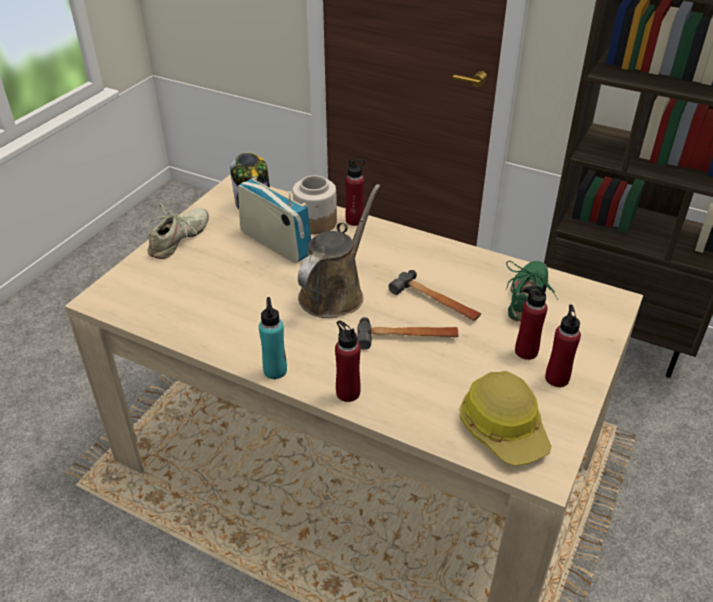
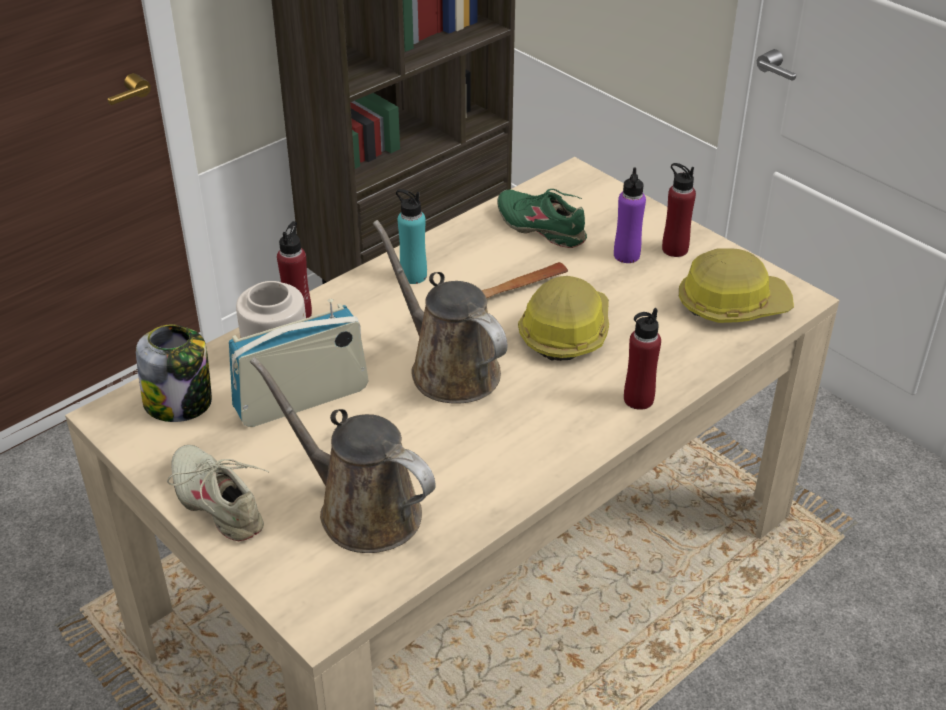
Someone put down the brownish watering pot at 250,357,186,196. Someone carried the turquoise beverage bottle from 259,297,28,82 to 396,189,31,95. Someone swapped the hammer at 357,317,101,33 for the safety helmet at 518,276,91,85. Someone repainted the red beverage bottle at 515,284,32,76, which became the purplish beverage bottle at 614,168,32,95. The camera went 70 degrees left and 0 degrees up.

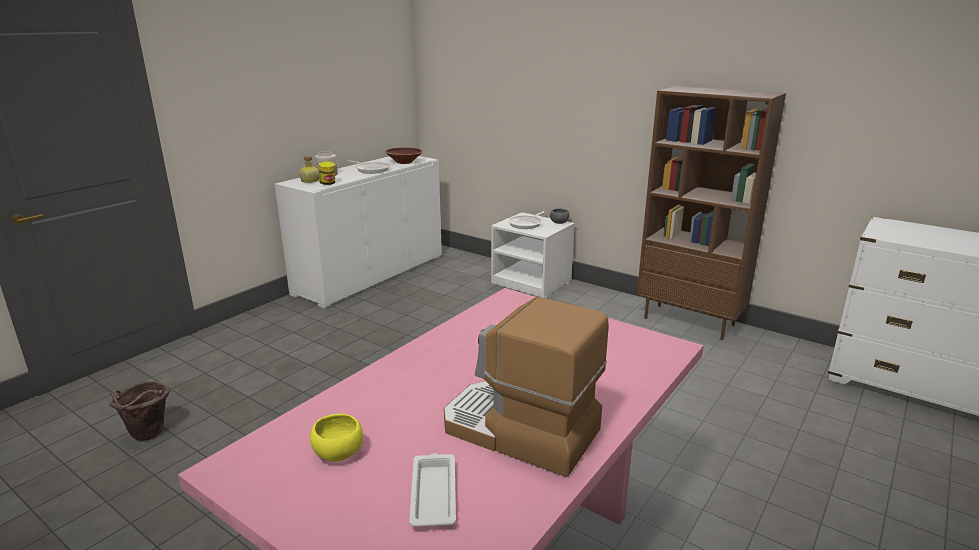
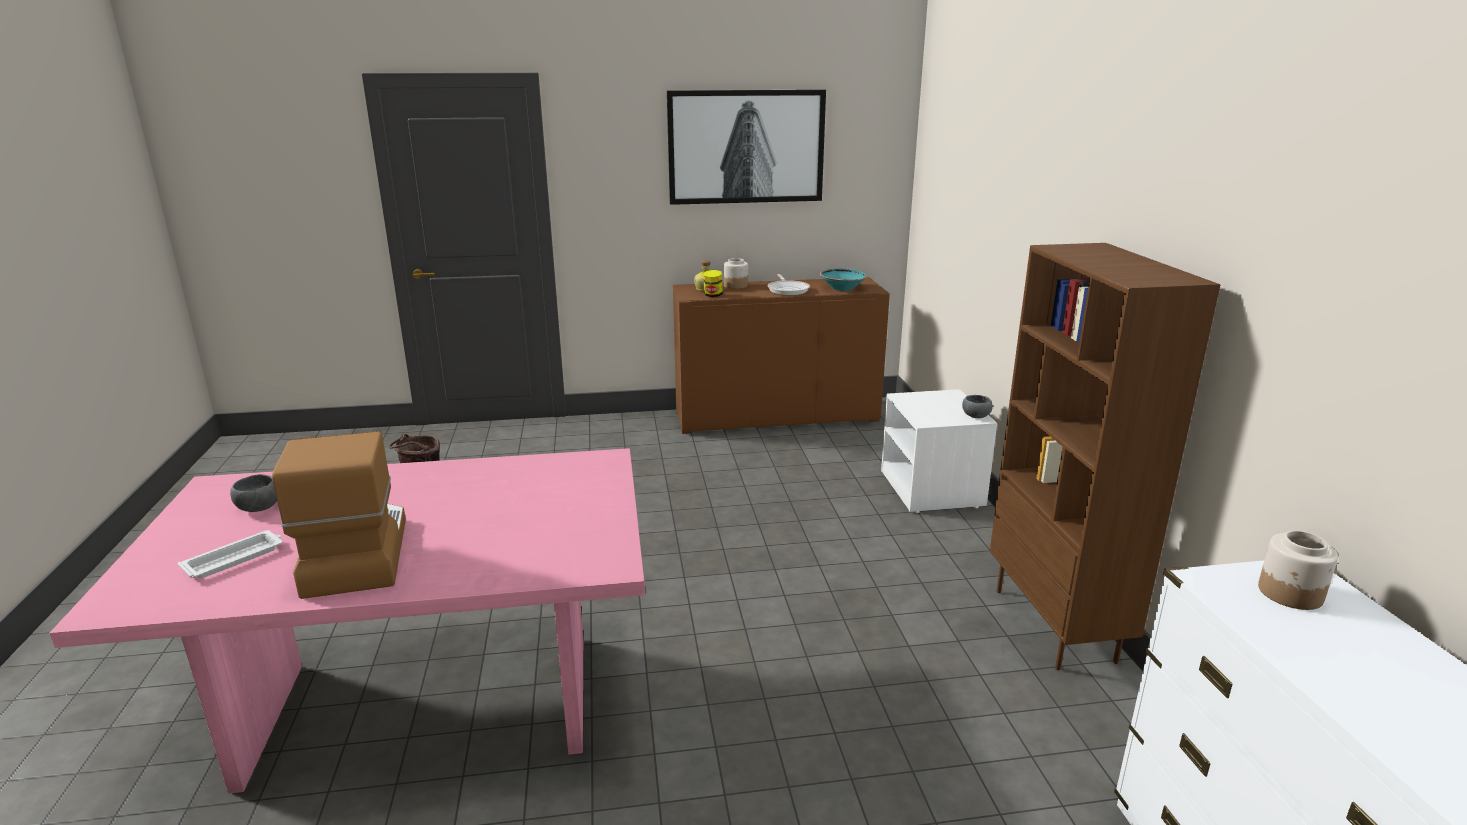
Someone repainted the yellow deep dish at 310,413,53,48, which became the greyish deep dish at 230,474,47,38. Someone put up the wall art at 667,90,159,115. Someone repainted the whitish cabinet at 274,156,168,152, which became the brownish cabinet at 673,277,217,157. Someone repainted the brownish deep dish at 385,148,38,16, which became the turquoise deep dish at 819,268,49,23. Someone put down the jar at 1258,530,80,80. Someone took away the frying pan at 508,211,38,18. The camera went 45 degrees right and 0 degrees up.

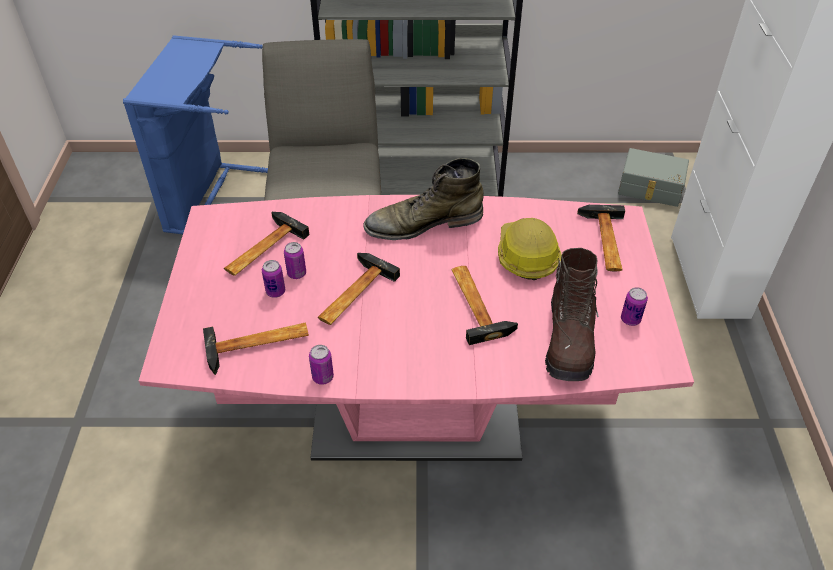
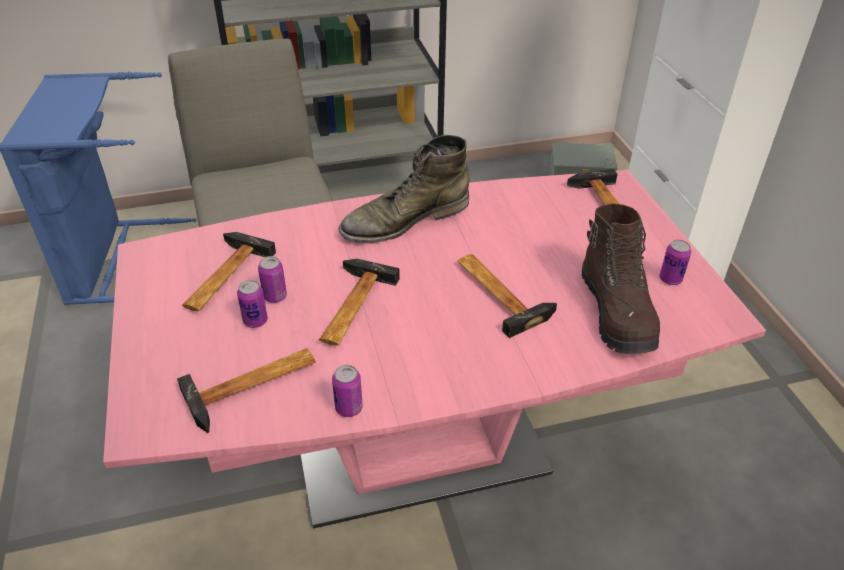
Someone took away the safety helmet at 498,218,64,62. The camera went 15 degrees left and 5 degrees down.

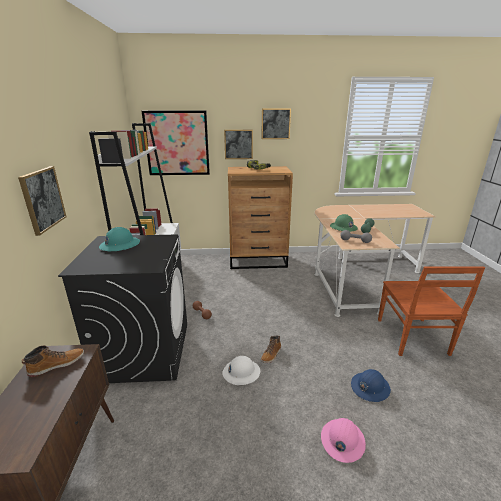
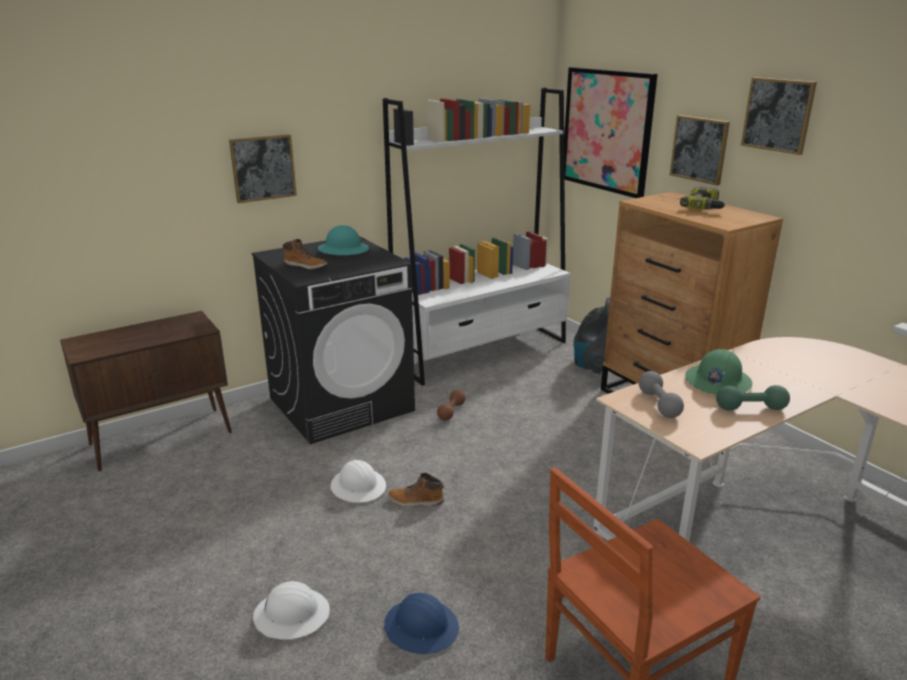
Someone repainted the pink-coloured safety helmet at 321,418,45,45, which became the whitish safety helmet at 253,581,77,59. Someone carried the high-top boot from 22,345,62,32 to 283,239,44,30. Someone put down the hoover at 574,297,36,77. The camera went 60 degrees right and 0 degrees up.

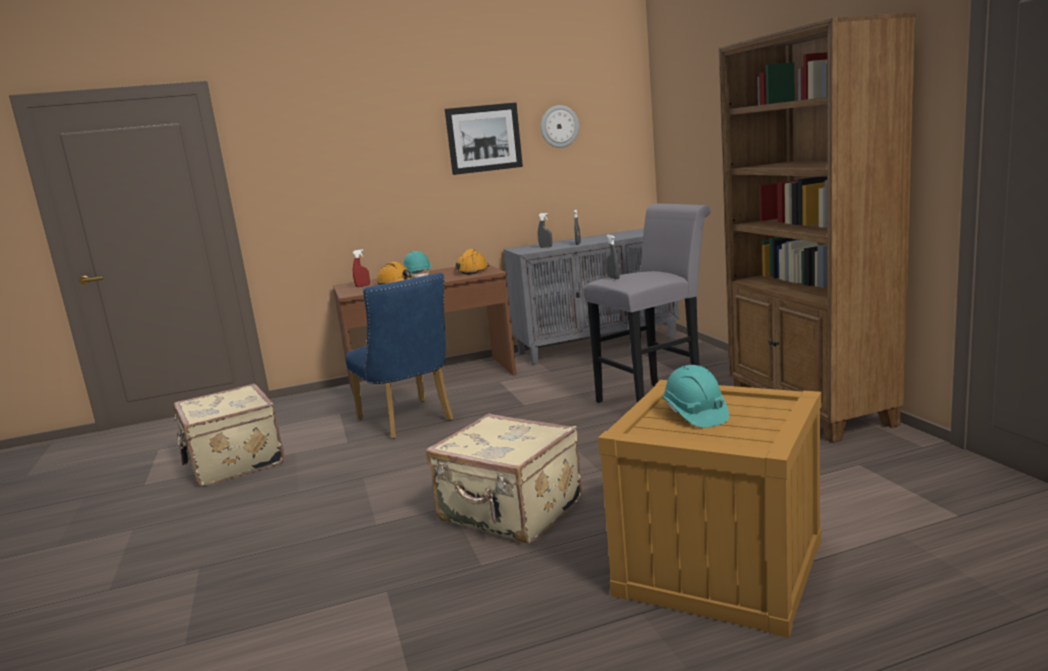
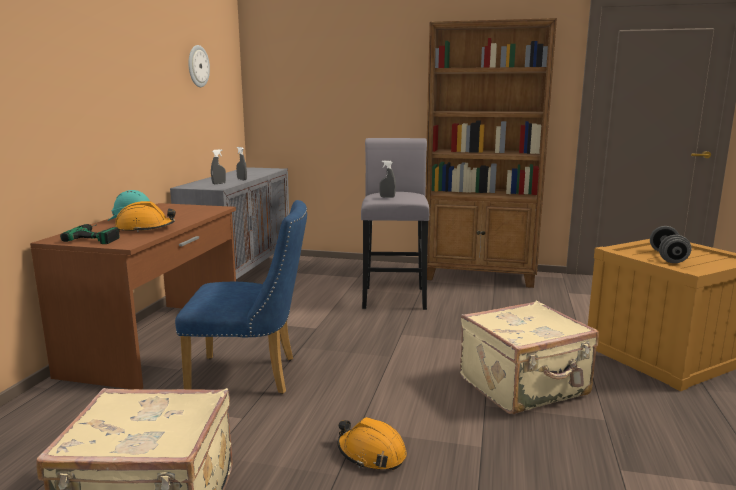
Someone swapped the red hand sprayer at 352,249,18,38 for the power drill at 60,224,59,20. Someone carried the orange safety helmet from 455,249,34,26 to 338,417,69,53. Someone swapped the turquoise safety helmet at 662,365,67,63 for the greyish hand weight at 650,226,42,37. Someone took away the wall art at 445,102,78,73. The camera went 60 degrees left and 0 degrees up.

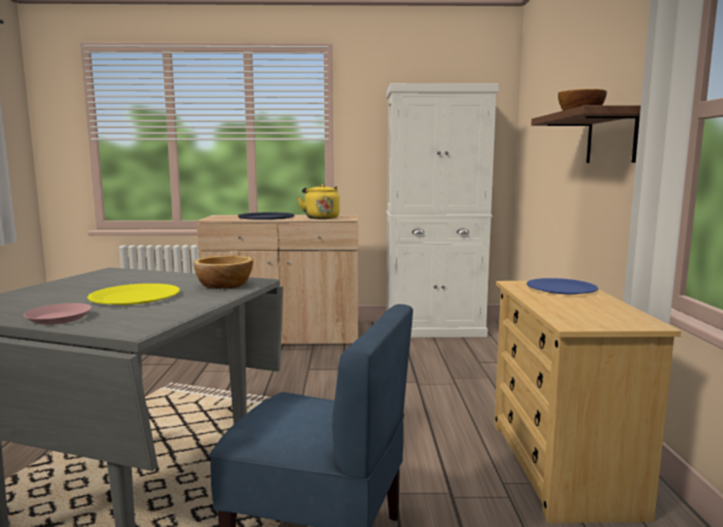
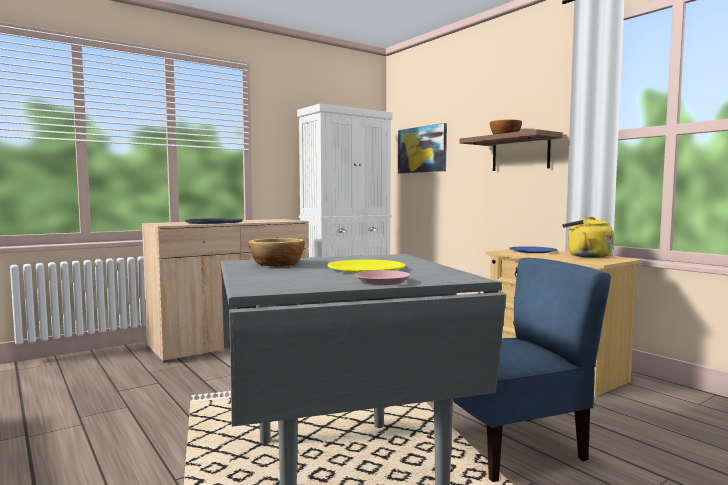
Someone carried the deep dish from 193,255,60,34 to 249,238,56,28. Someone put up the wall art at 398,123,49,51. Someone carried the yellow water kettle from 298,184,42,35 to 562,216,51,42. The camera went 35 degrees left and 5 degrees down.

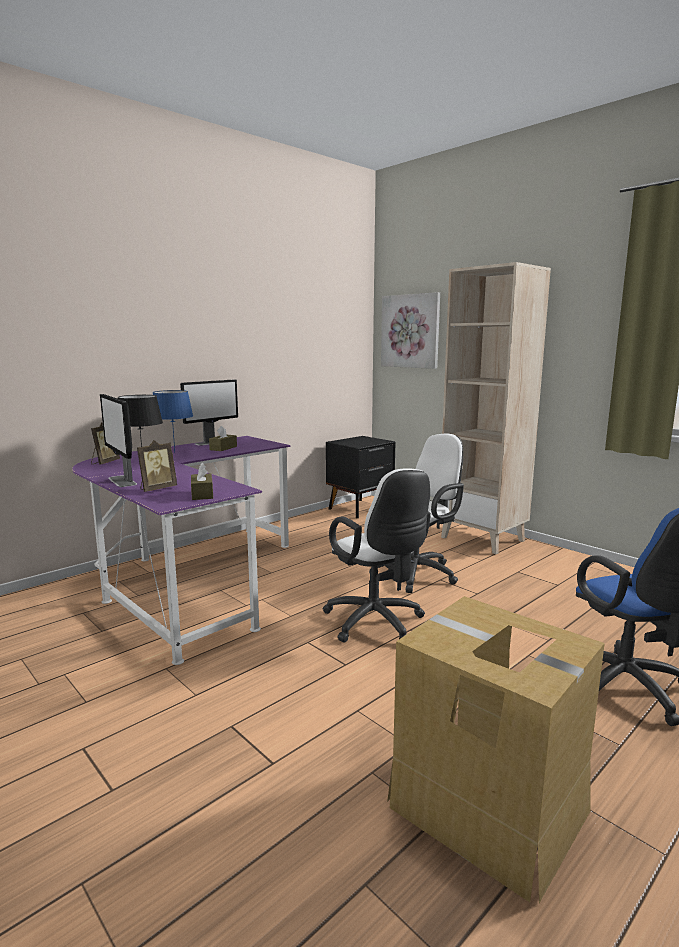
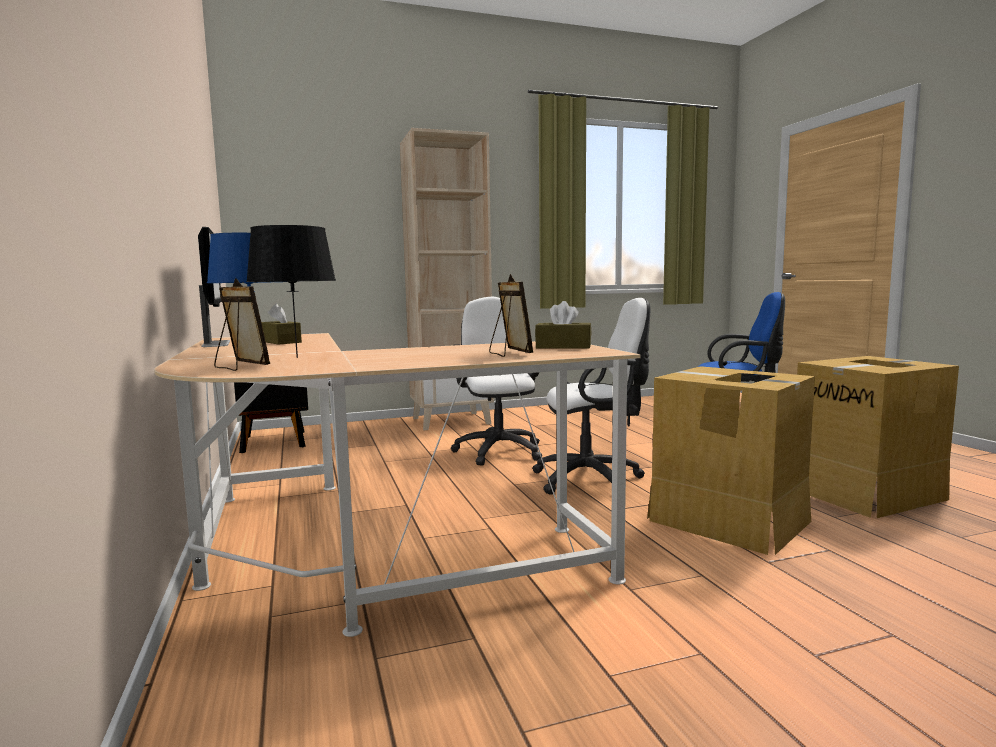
Someone repainted the purplish desk at 72,436,218,229, which became the beige-coloured desk at 154,333,487,304. Someone put down the carton at 647,366,168,189. Someone took away the monitor at 100,394,37,93. Someone took away the wall art at 381,292,59,77. The camera went 65 degrees left and 5 degrees down.

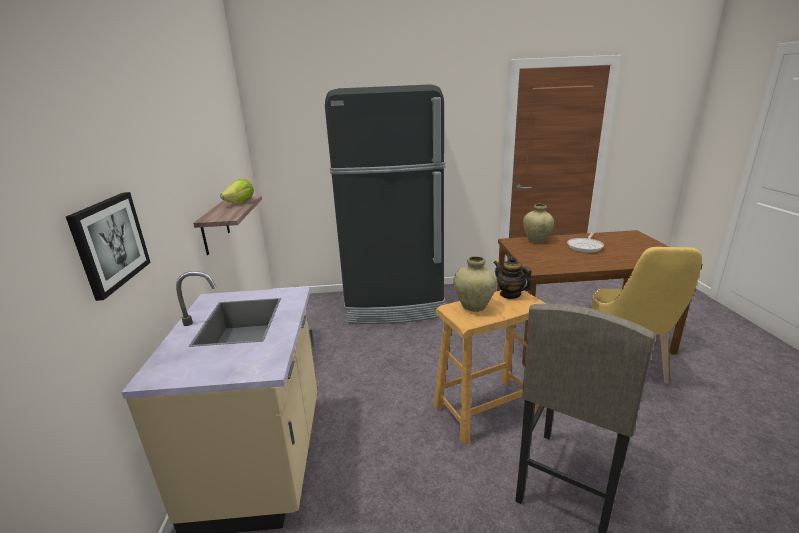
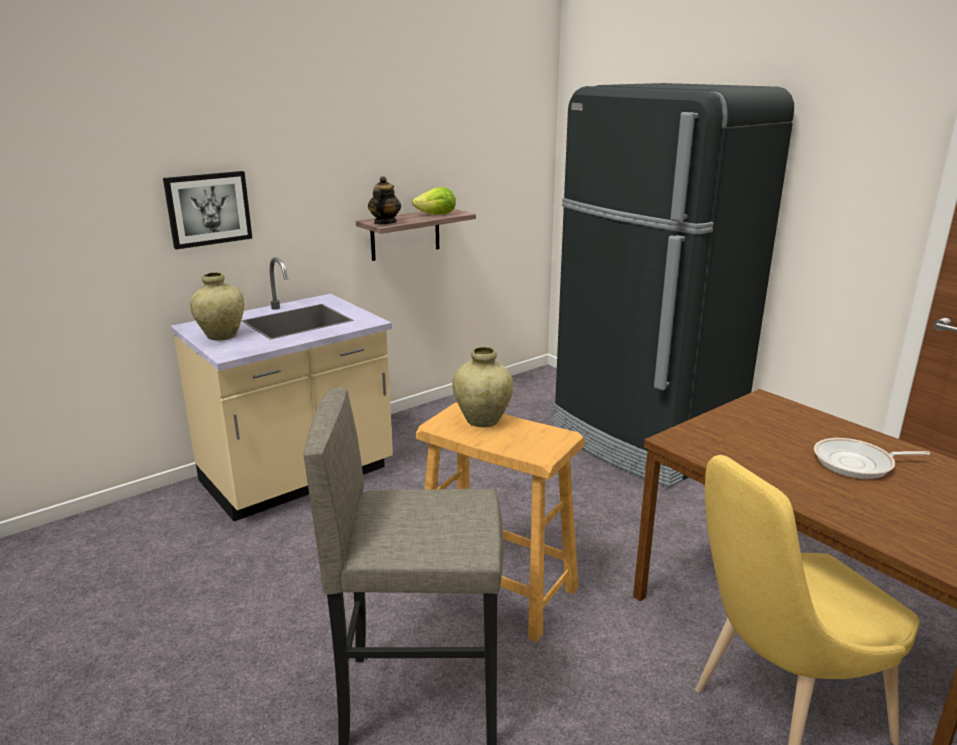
Someone carried the beige-coloured vase from 523,204,31,39 to 190,272,54,69. Someone carried the tea pot from 494,256,38,43 to 368,176,33,49. The camera went 55 degrees right and 0 degrees up.

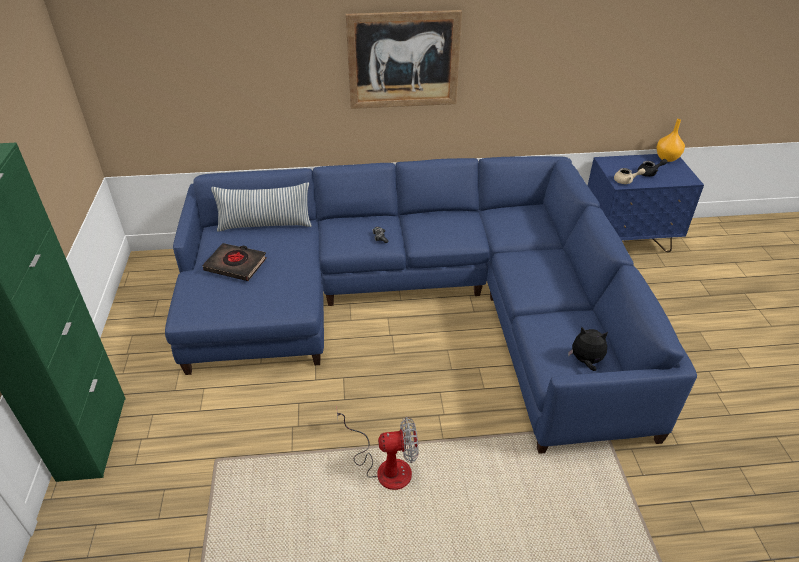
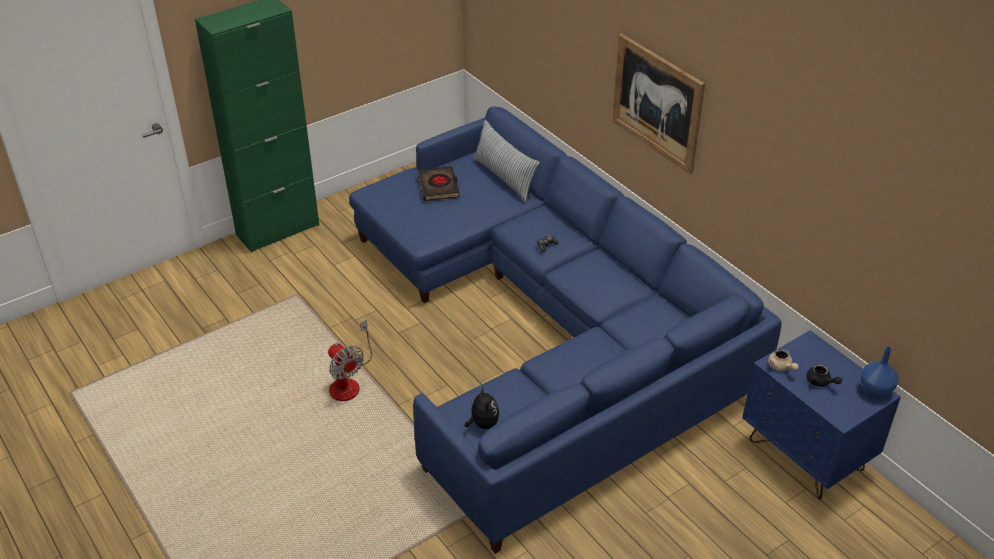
Someone repainted the orange vase at 657,119,28,43, which became the blue-coloured vase at 860,347,38,51. The camera went 60 degrees right and 0 degrees up.

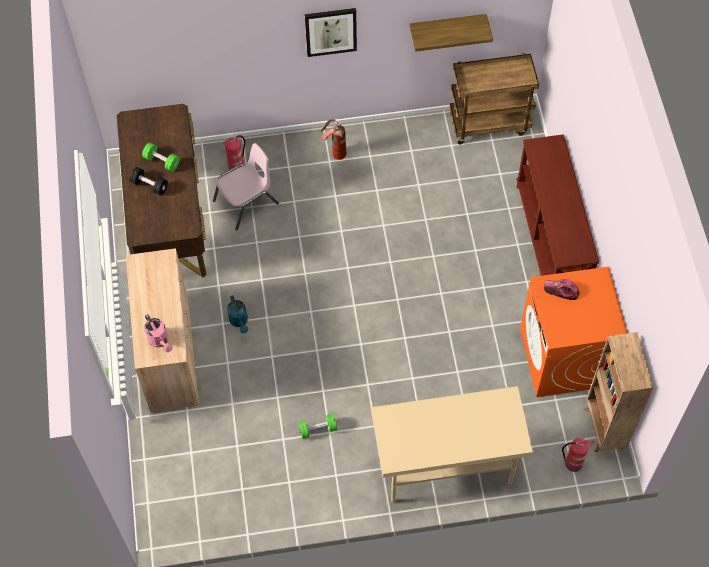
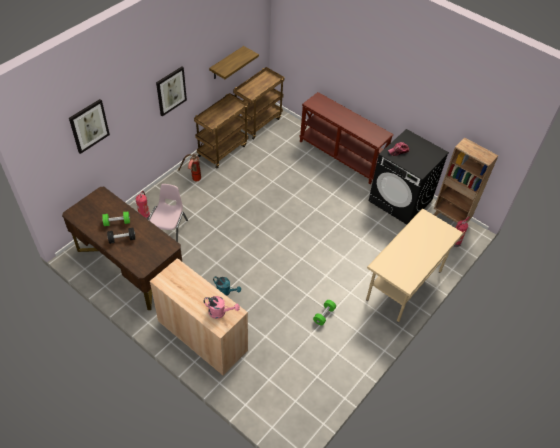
Someone put up the wall art at 69,99,41,55. Someone put down the brownish cart at 194,93,54,76. Someone repainted the orange washing machine at 520,267,107,130, which became the black washing machine at 368,129,81,96. The camera went 45 degrees left and 10 degrees down.

